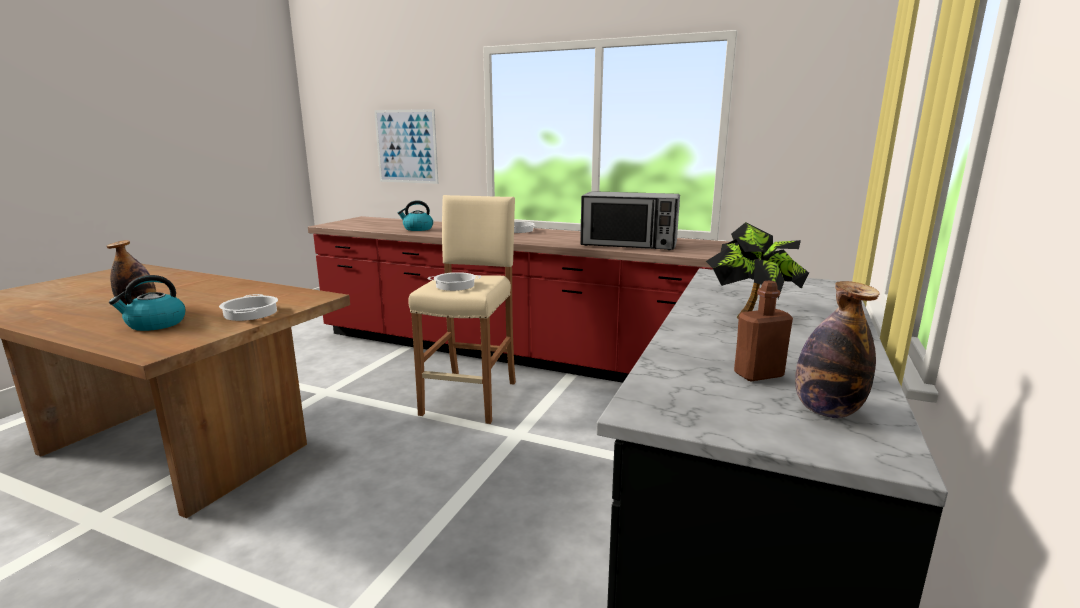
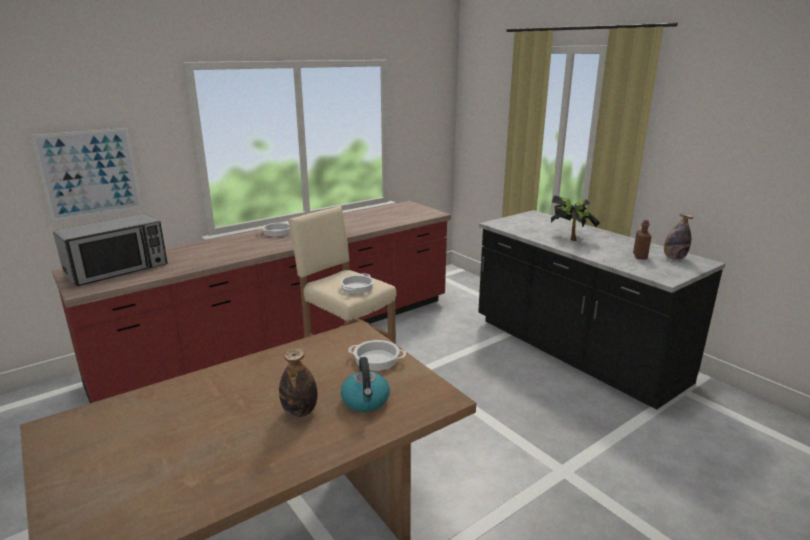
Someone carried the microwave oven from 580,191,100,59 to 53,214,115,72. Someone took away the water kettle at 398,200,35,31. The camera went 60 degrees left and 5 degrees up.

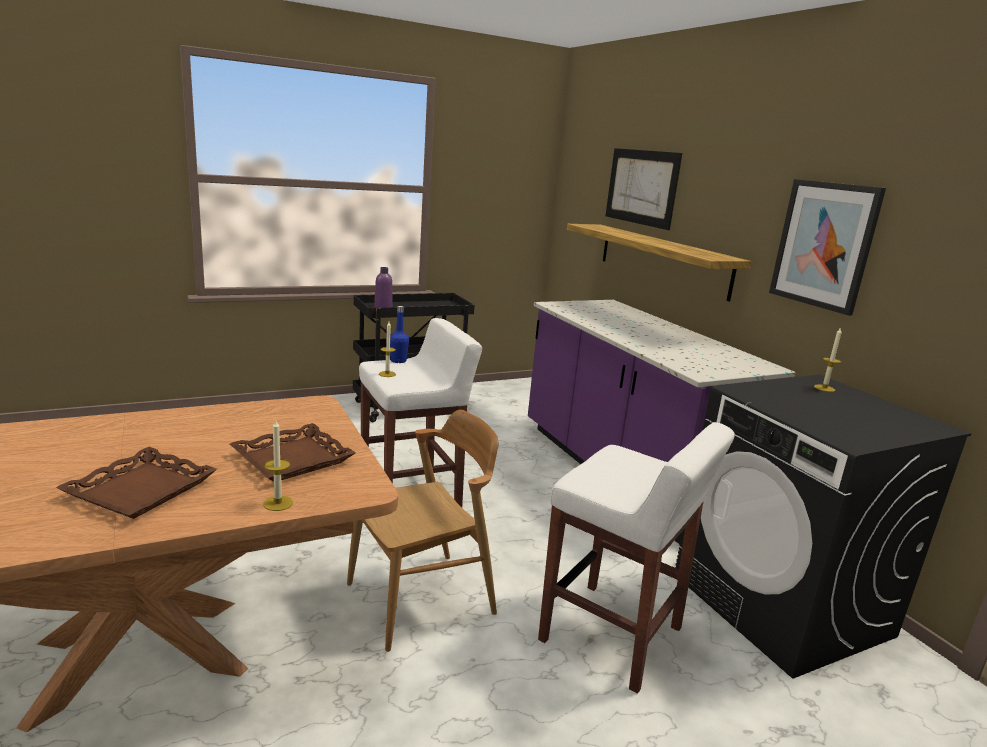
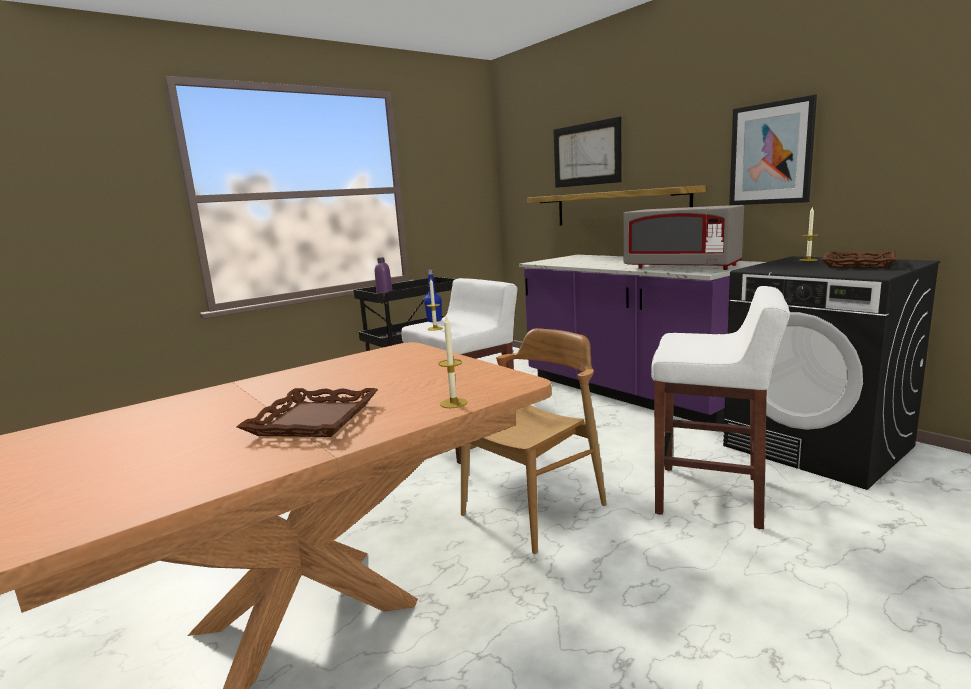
Someone put down the greyish microwave oven at 623,205,121,65. Someone carried the brownish serving tray from 230,423,126,59 to 821,251,75,17. The camera went 10 degrees left and 5 degrees down.

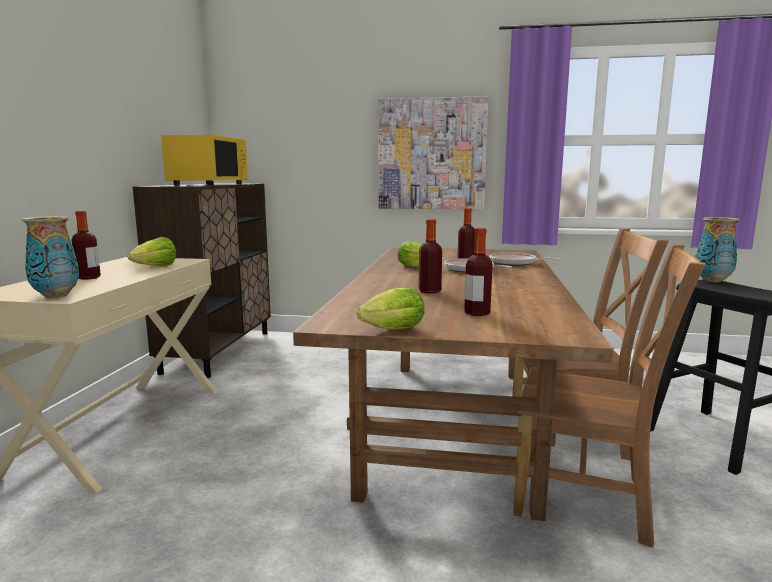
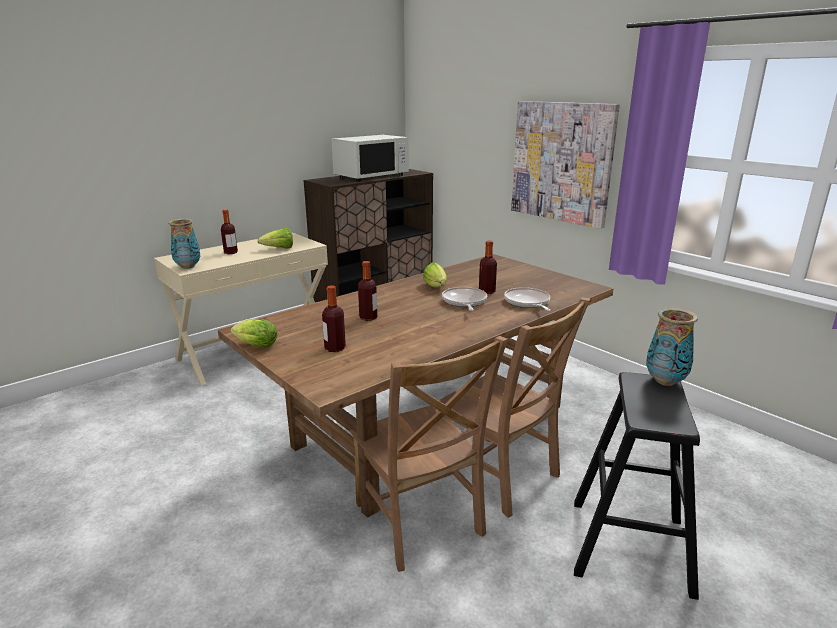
Someone repainted the yellow microwave oven at 161,135,87,50, which became the whitish microwave oven at 331,135,78,47. The camera went 40 degrees right and 10 degrees up.

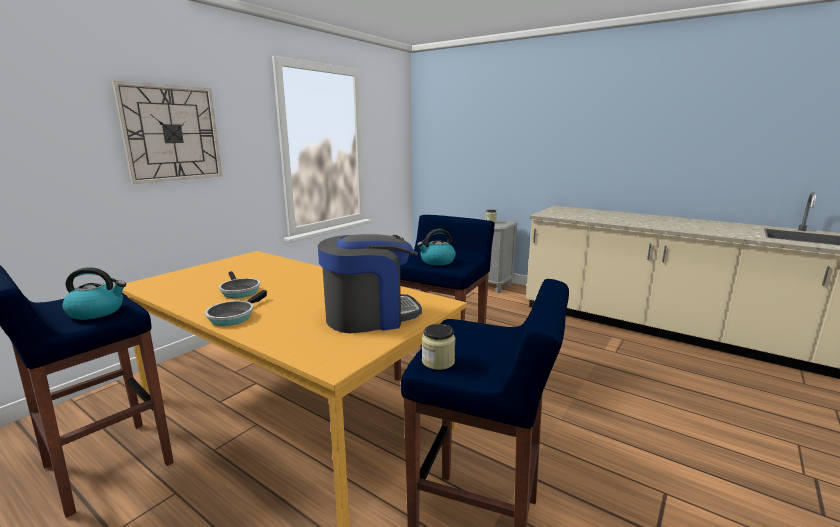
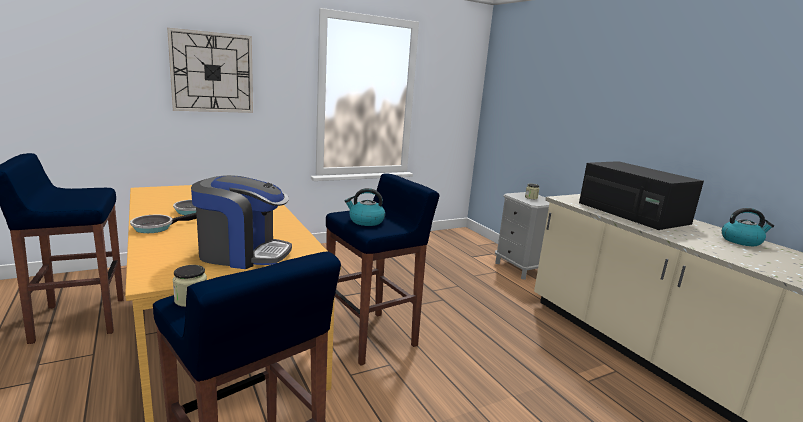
Someone put down the black microwave oven at 579,161,125,69. Someone carried the water kettle from 62,267,64,53 to 722,208,52,38. The camera went 25 degrees right and 0 degrees up.

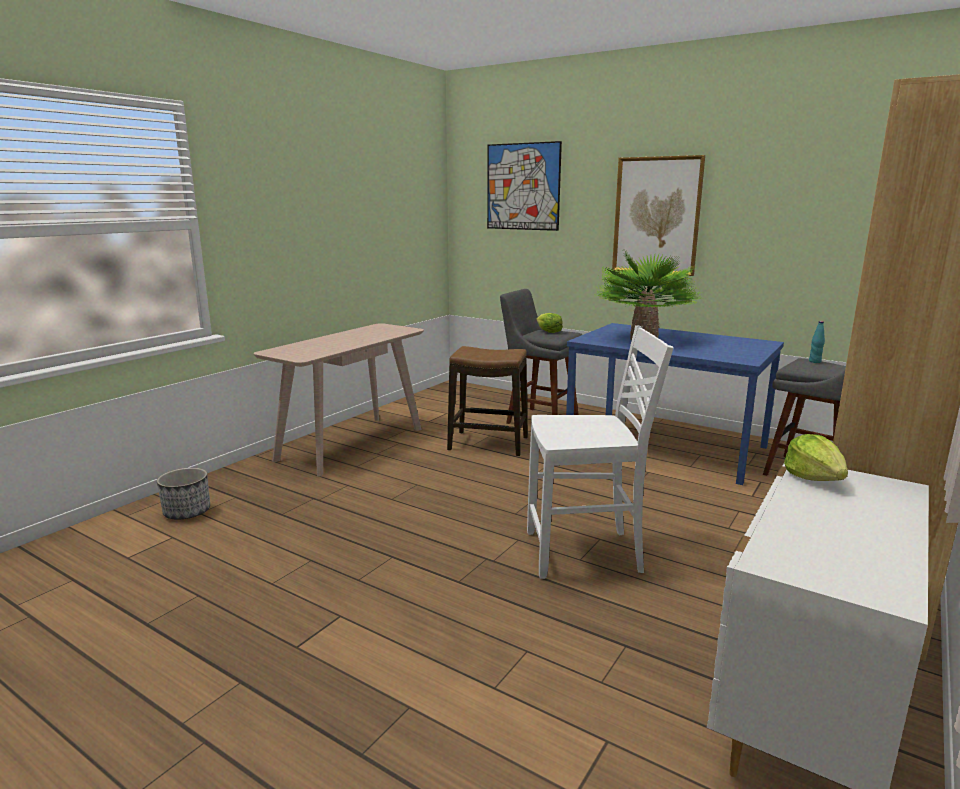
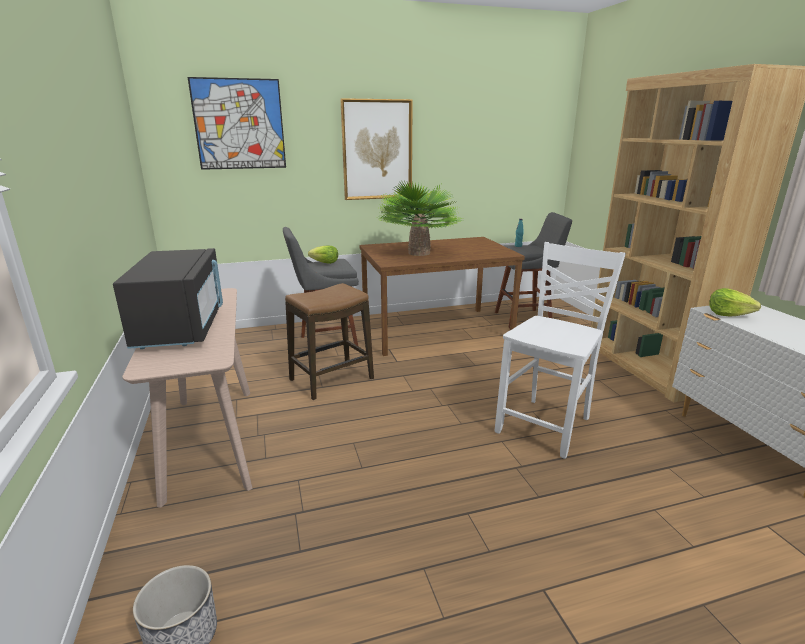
Someone put down the black microwave oven at 113,248,110,101. Someone repainted the blue-coloured dinner table at 566,323,218,162, which became the brownish dinner table at 360,237,165,119. The camera went 50 degrees left and 5 degrees up.

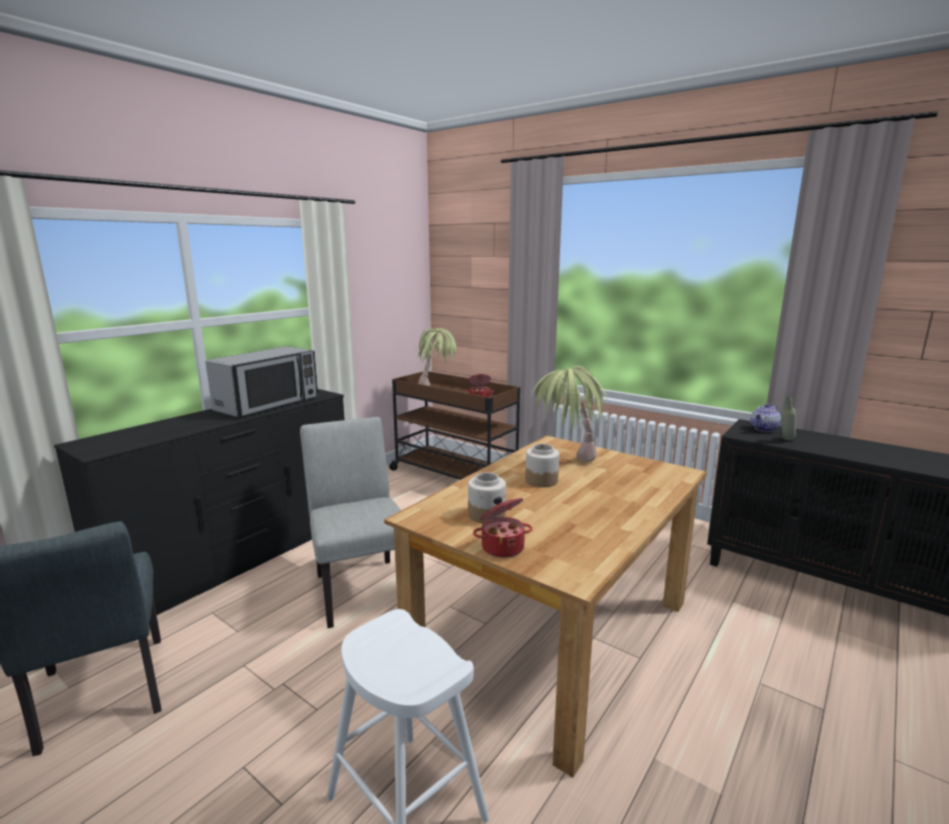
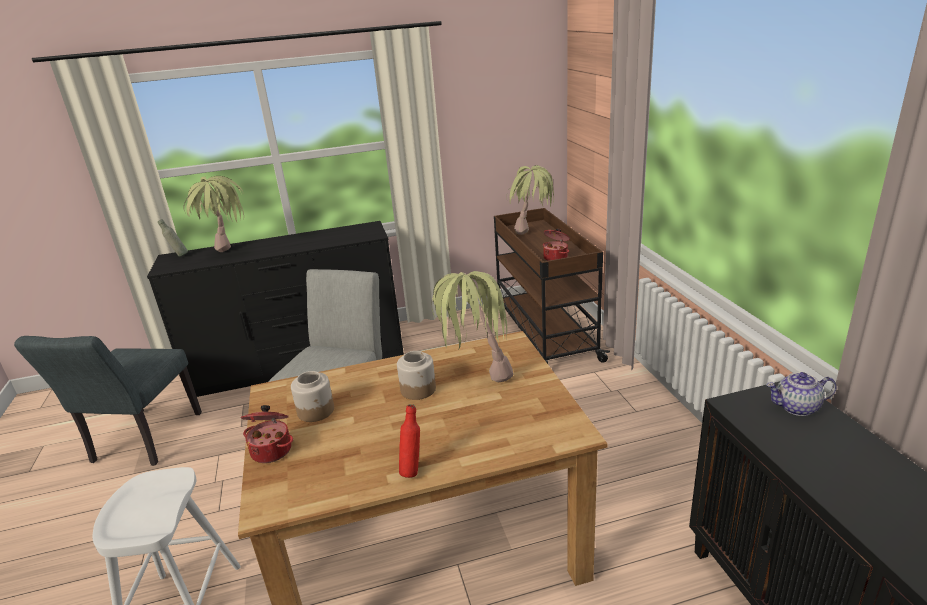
Someone carried the greyish beverage bottle from 781,397,15,44 to 158,219,30,38. Someone put down the potted plant at 183,176,61,76. Someone put down the red beverage bottle at 399,404,21,74. Someone took away the microwave oven at 206,346,112,72. The camera went 40 degrees right and 10 degrees up.

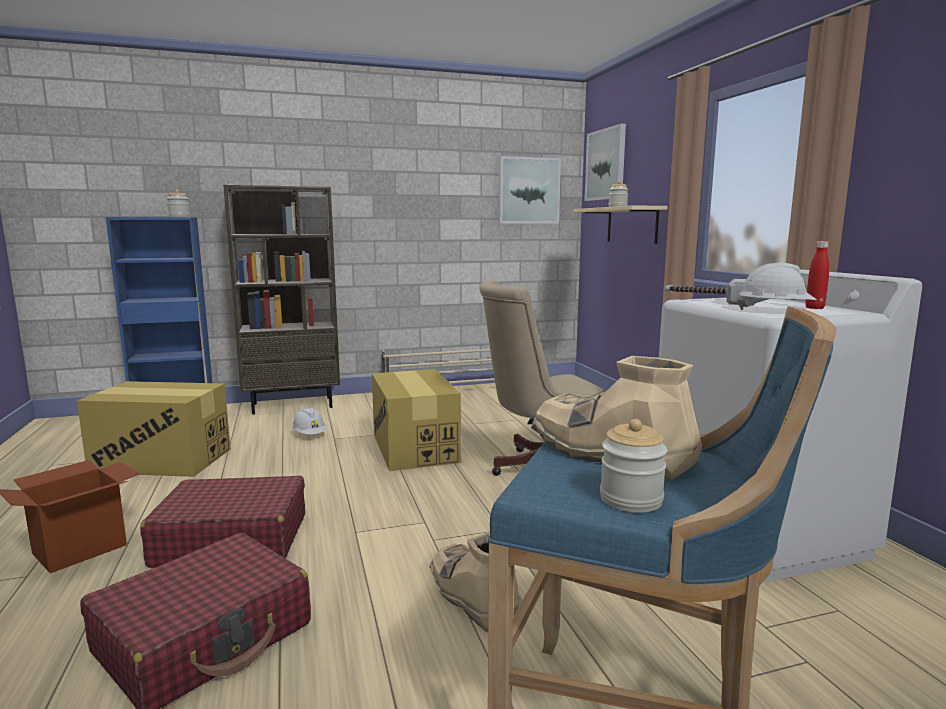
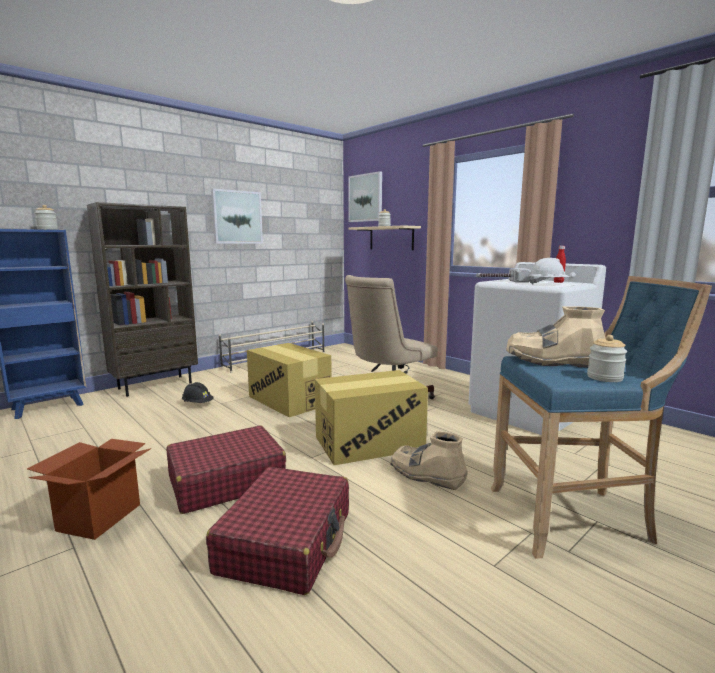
Someone repainted the whitish safety helmet at 292,408,35,27, which became the black safety helmet at 182,382,32,21. Someone carried the wall art from 498,156,63,68 to 211,188,52,56. Someone carried the carton from 77,381,154,96 to 315,370,113,95. The camera went 25 degrees left and 0 degrees up.

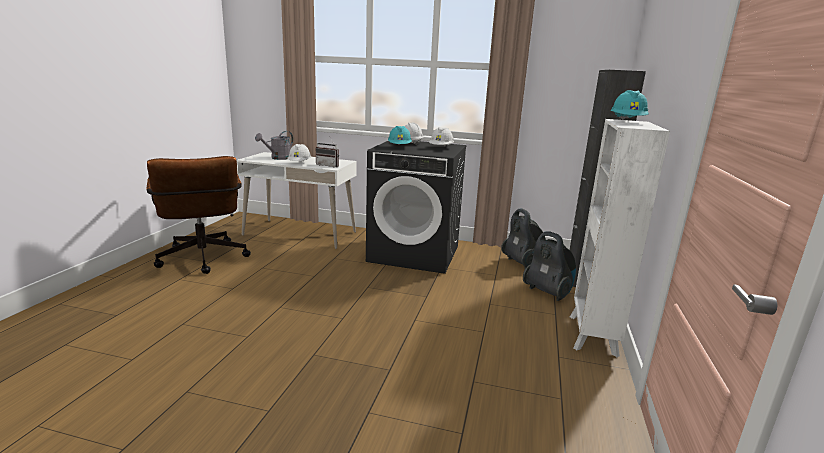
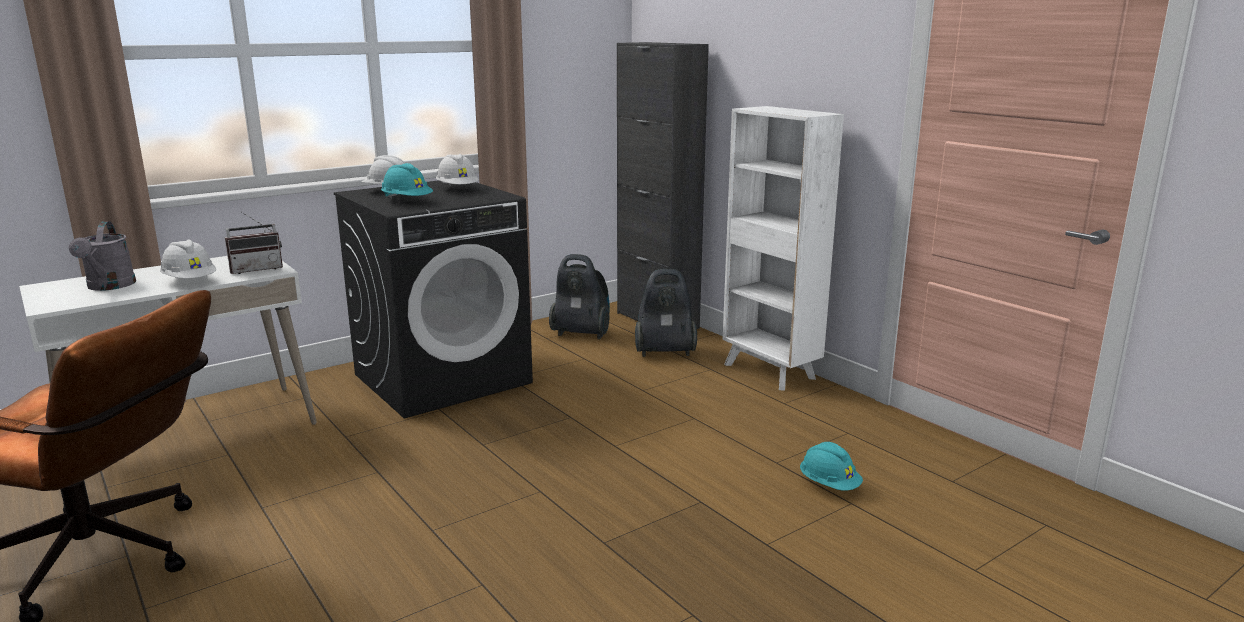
Someone carried the turquoise safety helmet from 611,90,38,30 to 800,442,63,49. The camera went 50 degrees left and 0 degrees up.

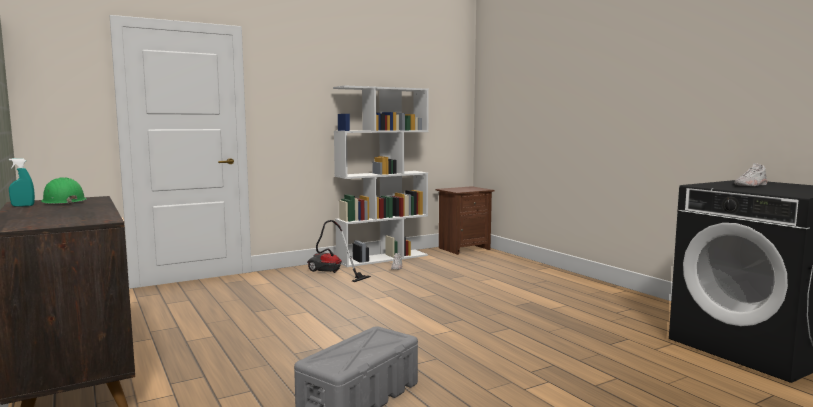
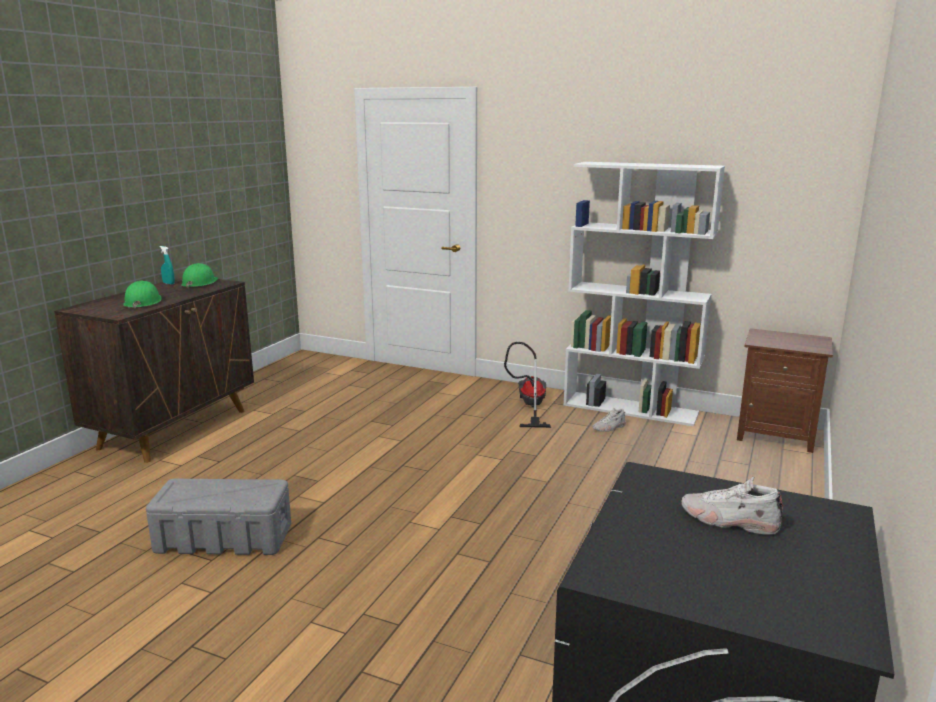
Someone put down the green-coloured safety helmet at 123,281,39,28. The camera went 55 degrees right and 10 degrees up.

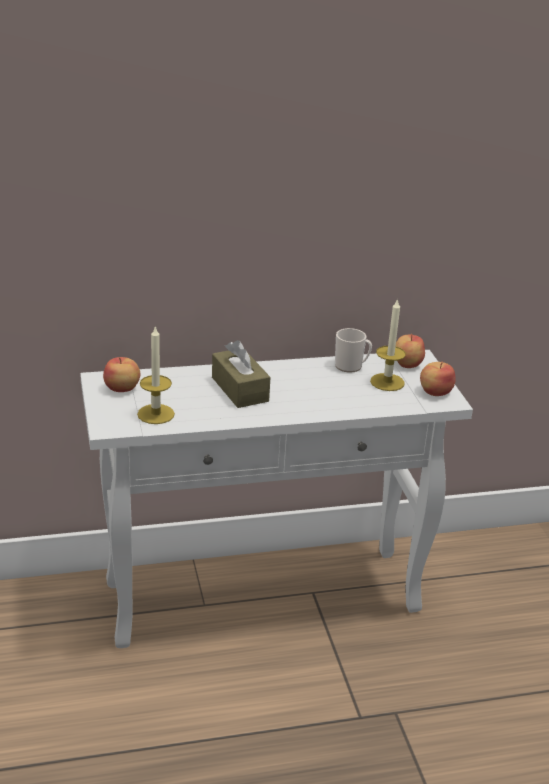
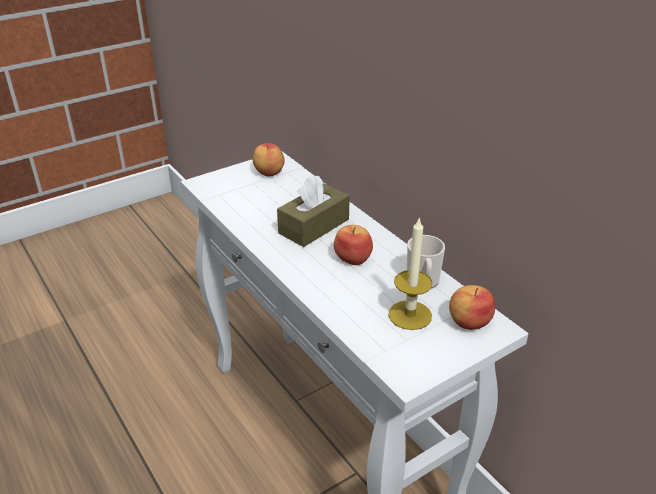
Someone carried the apple from 420,362,36,34 to 334,225,39,40. Someone took away the wax light at 137,325,38,99. The camera went 70 degrees right and 5 degrees up.

